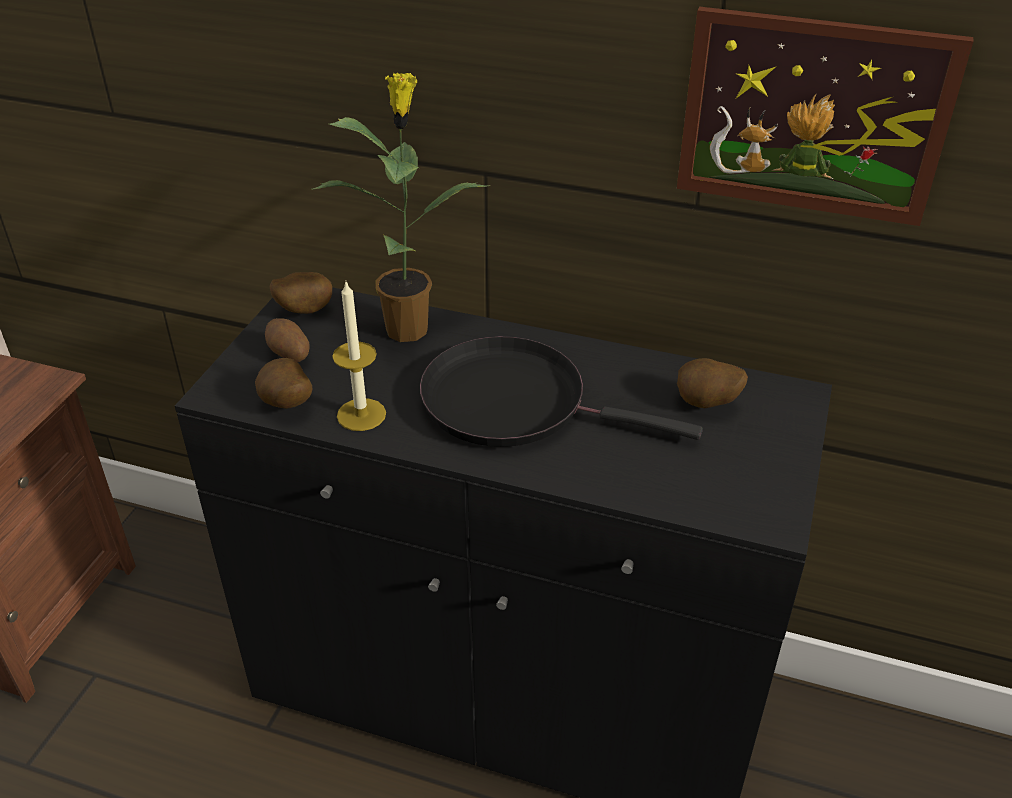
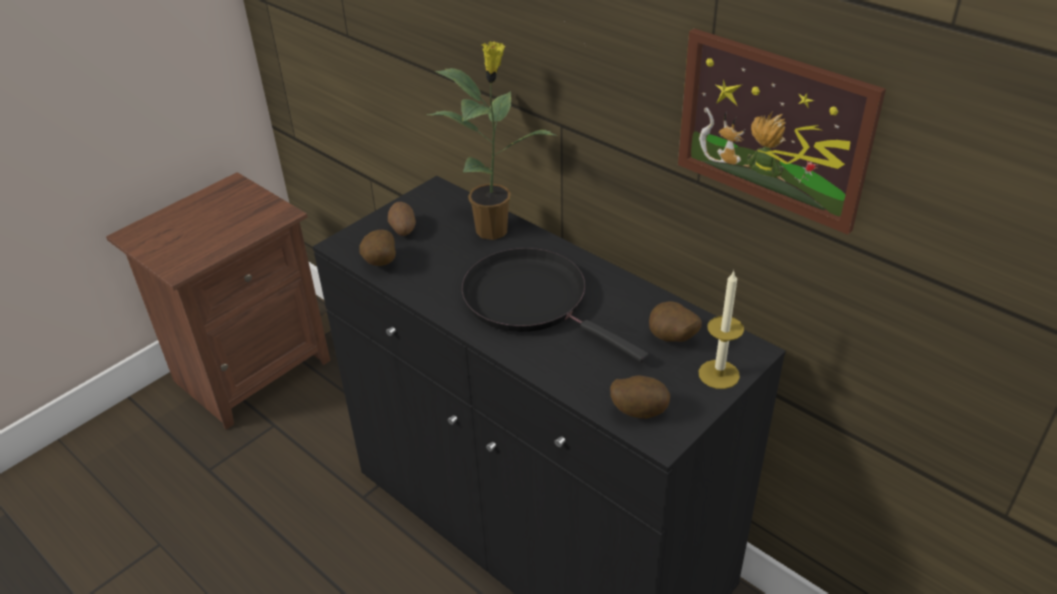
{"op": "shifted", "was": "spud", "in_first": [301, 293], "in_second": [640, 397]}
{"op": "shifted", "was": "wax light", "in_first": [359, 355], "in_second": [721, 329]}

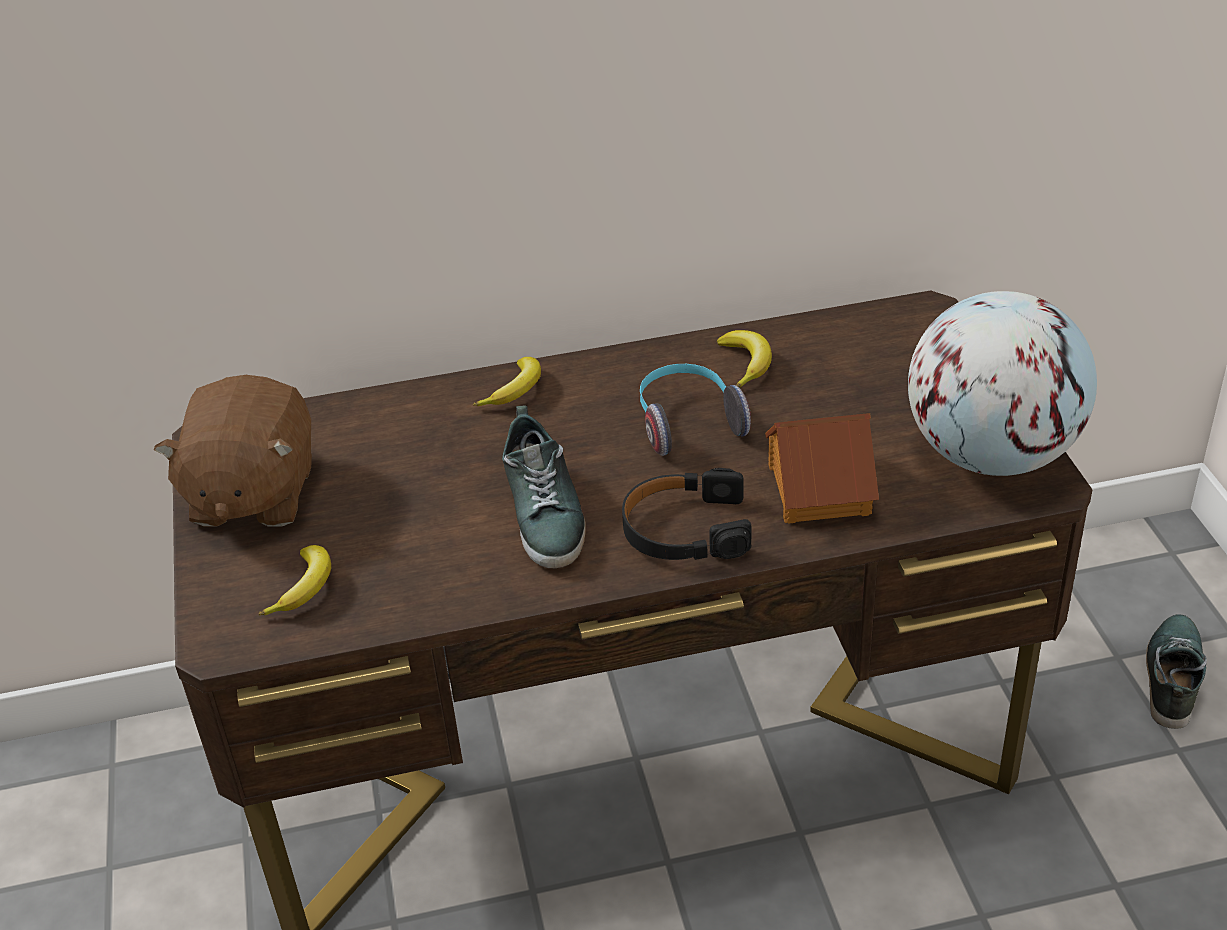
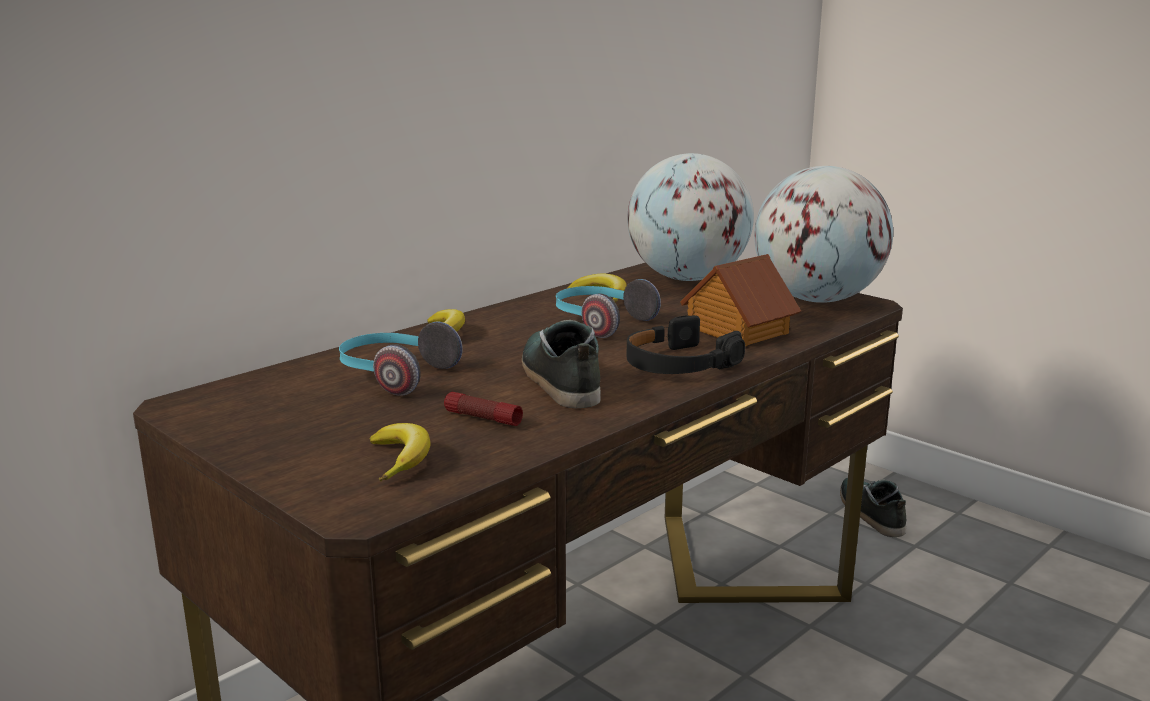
{"op": "new", "now": "pair of headphones", "in_second": [401, 359]}
{"op": "new", "now": "hand torch", "in_second": [483, 409]}
{"op": "rotated", "was": "shoe", "in_first": [544, 486], "in_second": [561, 364], "clockwise": -150}
{"op": "new", "now": "world globe", "in_second": [690, 217]}
{"op": "gone", "was": "brown plush toy", "in_first": [233, 450]}

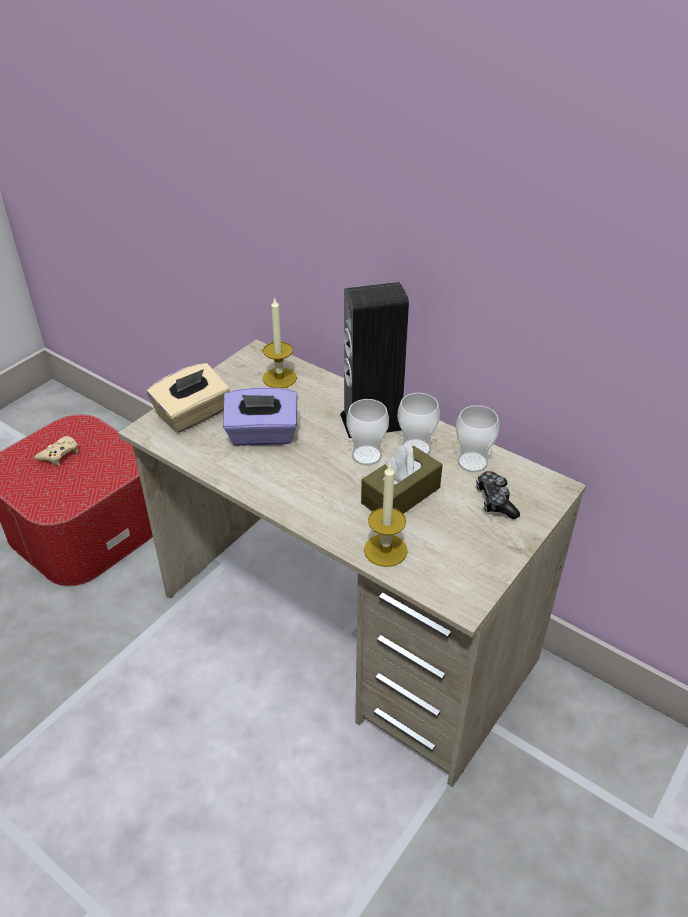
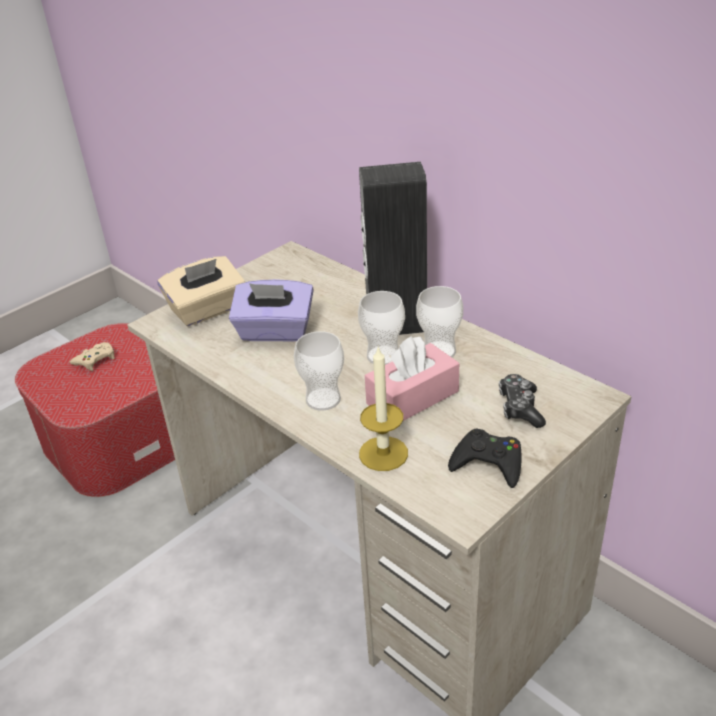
{"op": "shifted", "was": "small cup", "in_first": [477, 439], "in_second": [319, 371]}
{"op": "repainted", "was": "brown tissue holder", "now": "pinkish tissue holder", "in_first": [402, 478], "in_second": [412, 378]}
{"op": "new", "now": "black joypad", "in_second": [485, 458]}
{"op": "gone", "was": "wax light", "in_first": [279, 342]}

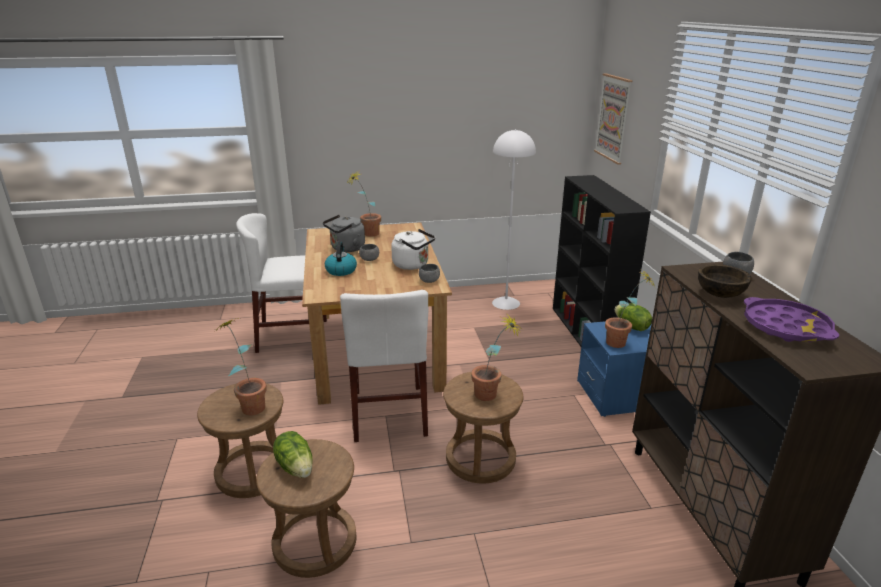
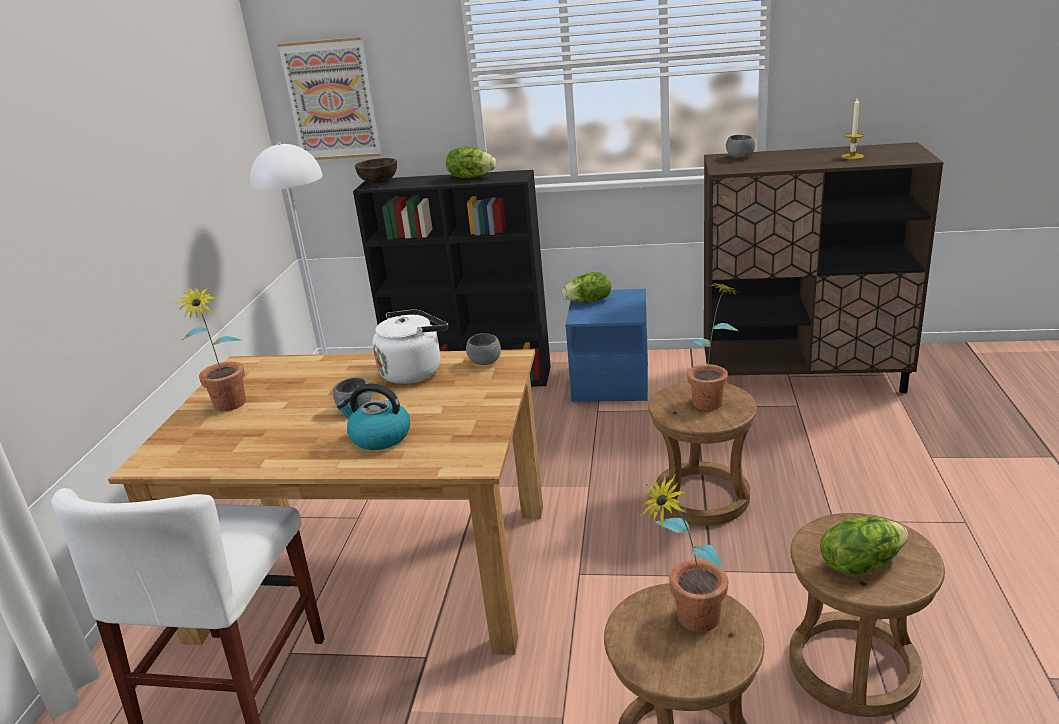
{"op": "shifted", "was": "brown serving bowl", "in_first": [725, 281], "in_second": [376, 170]}
{"op": "new", "now": "head of lettuce", "in_second": [471, 162]}
{"op": "swapped", "was": "purple-coloured tray", "now": "wax light", "in_first": [791, 319], "in_second": [852, 128]}
{"op": "gone", "was": "greyish tea kettle", "in_first": [344, 233]}
{"op": "gone", "was": "white plain chair", "in_first": [384, 366]}
{"op": "gone", "was": "plant in a pot", "in_first": [629, 309]}

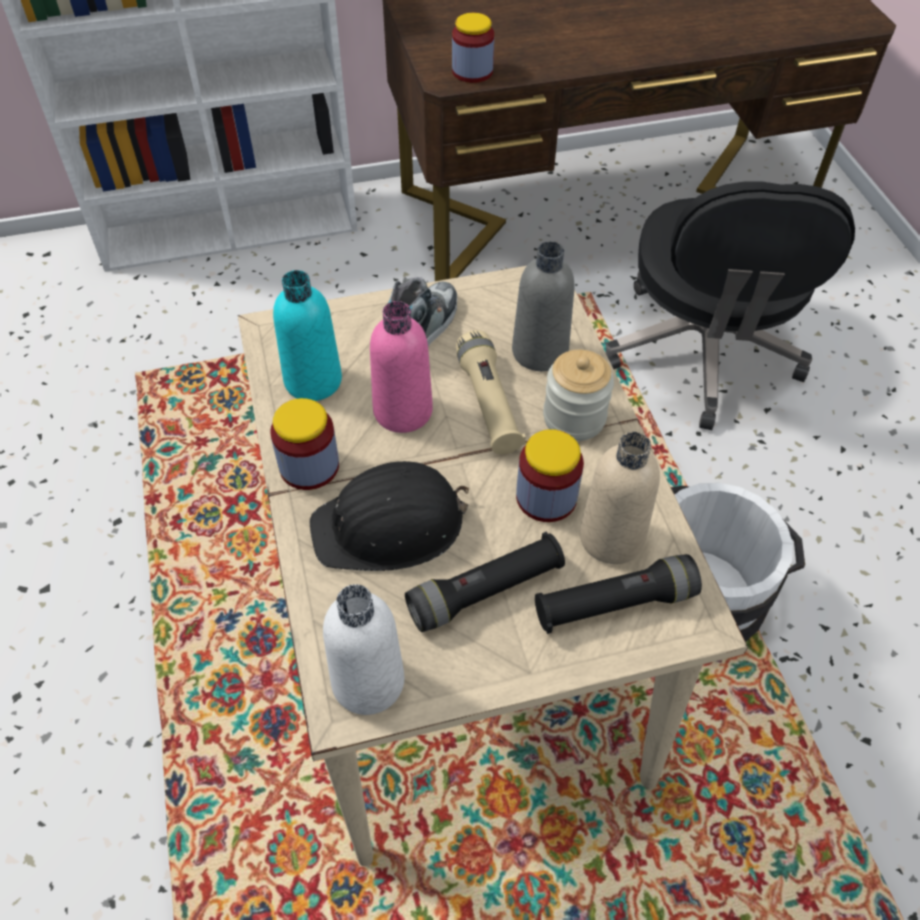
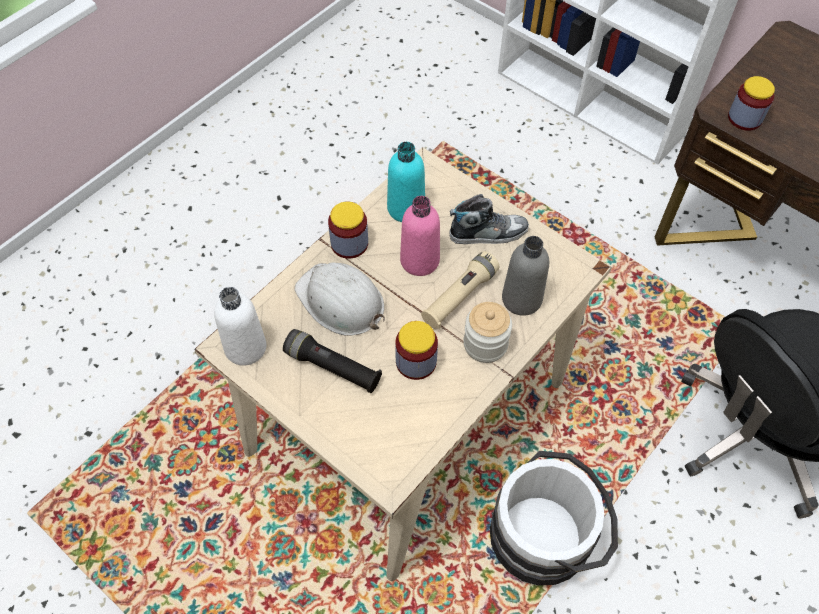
{"op": "repainted", "was": "black work helmet", "now": "white work helmet", "in_first": [389, 516], "in_second": [339, 299]}
{"op": "gone", "was": "black hand torch", "in_first": [618, 594]}
{"op": "gone", "was": "beige bottle", "in_first": [620, 498]}

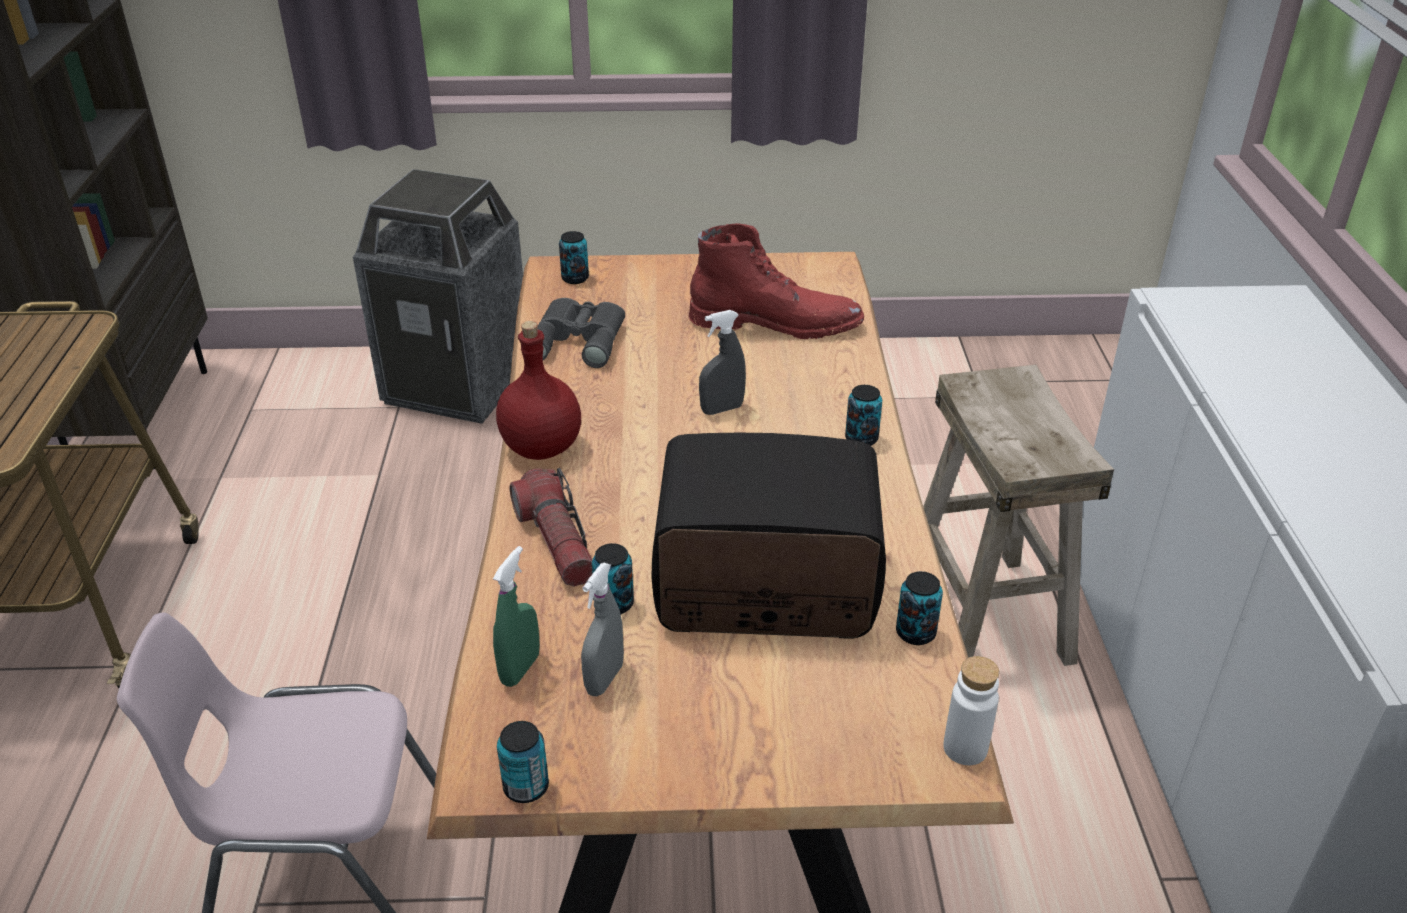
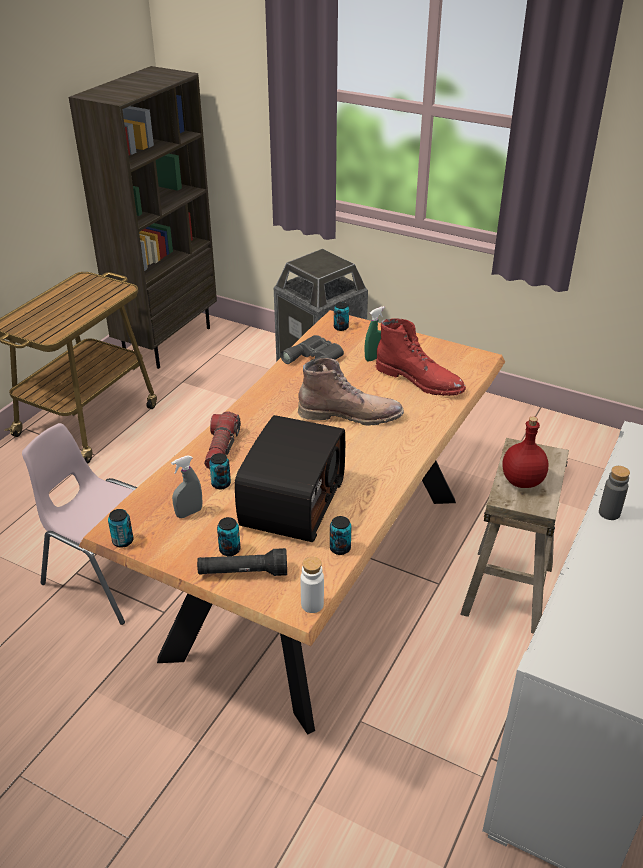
{"op": "new", "now": "black hand torch", "in_second": [242, 562]}
{"op": "shifted", "was": "metal can", "in_first": [863, 415], "in_second": [229, 536]}
{"op": "rotated", "was": "radio", "in_first": [769, 536], "in_second": [290, 478], "clockwise": 75}
{"op": "swapped", "was": "greyish sprayer", "now": "brown tall boot", "in_first": [722, 362], "in_second": [351, 392]}
{"op": "shifted", "was": "greenish sprayer", "in_first": [516, 616], "in_second": [375, 333]}
{"op": "shifted", "was": "reddish bottle", "in_first": [538, 390], "in_second": [525, 452]}
{"op": "new", "now": "greyish bottle", "in_second": [614, 493]}

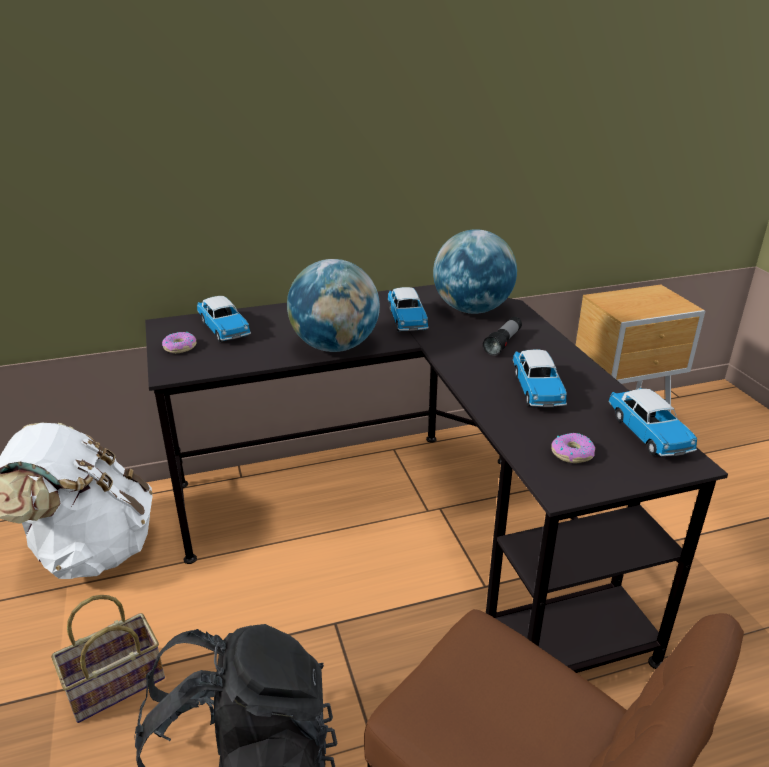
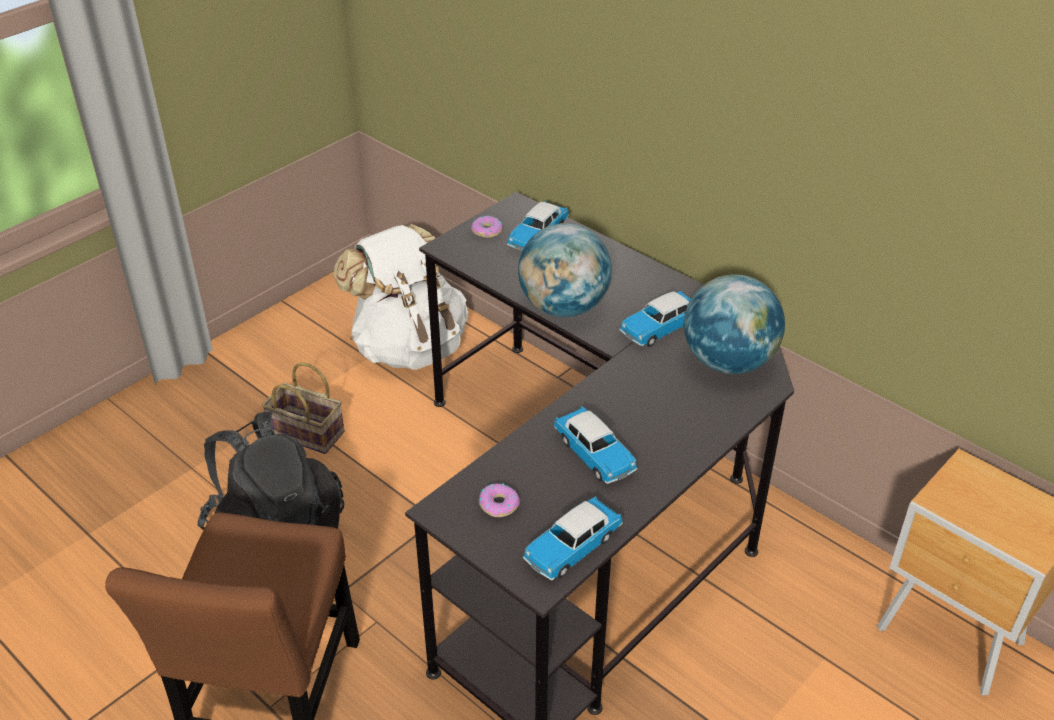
{"op": "rotated", "was": "model car", "in_first": [540, 378], "in_second": [595, 445], "clockwise": -90}
{"op": "gone", "was": "hand torch", "in_first": [502, 336]}

